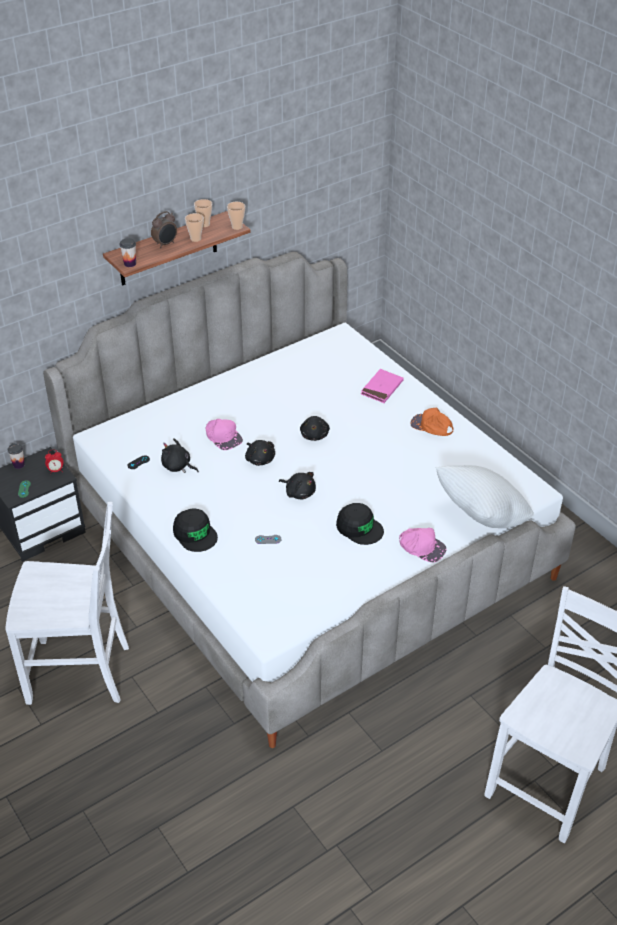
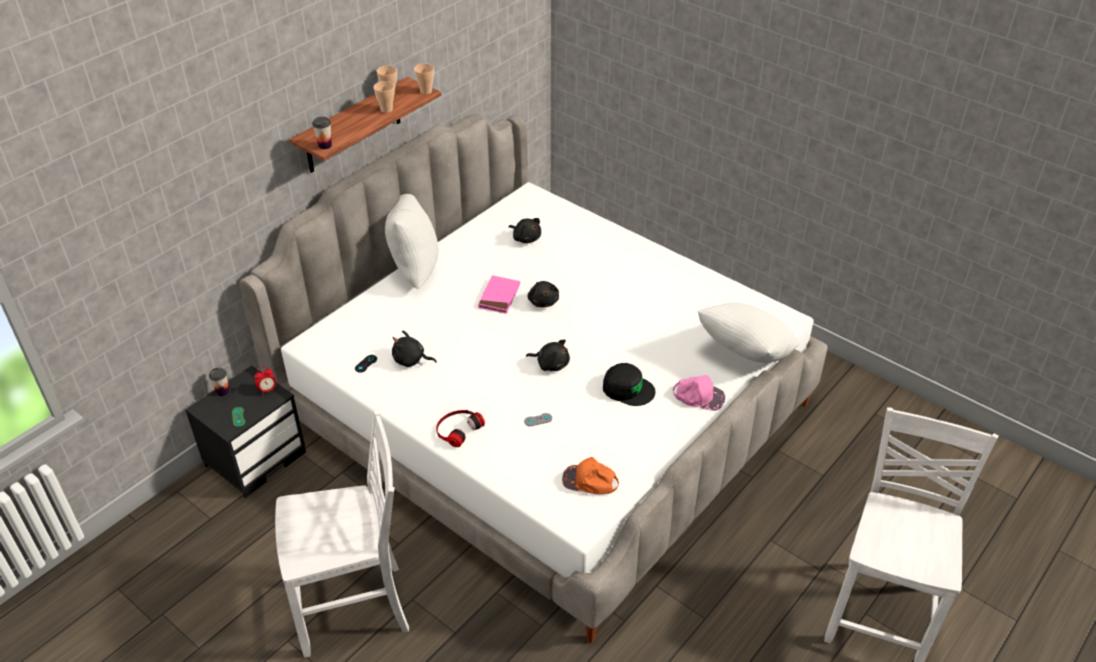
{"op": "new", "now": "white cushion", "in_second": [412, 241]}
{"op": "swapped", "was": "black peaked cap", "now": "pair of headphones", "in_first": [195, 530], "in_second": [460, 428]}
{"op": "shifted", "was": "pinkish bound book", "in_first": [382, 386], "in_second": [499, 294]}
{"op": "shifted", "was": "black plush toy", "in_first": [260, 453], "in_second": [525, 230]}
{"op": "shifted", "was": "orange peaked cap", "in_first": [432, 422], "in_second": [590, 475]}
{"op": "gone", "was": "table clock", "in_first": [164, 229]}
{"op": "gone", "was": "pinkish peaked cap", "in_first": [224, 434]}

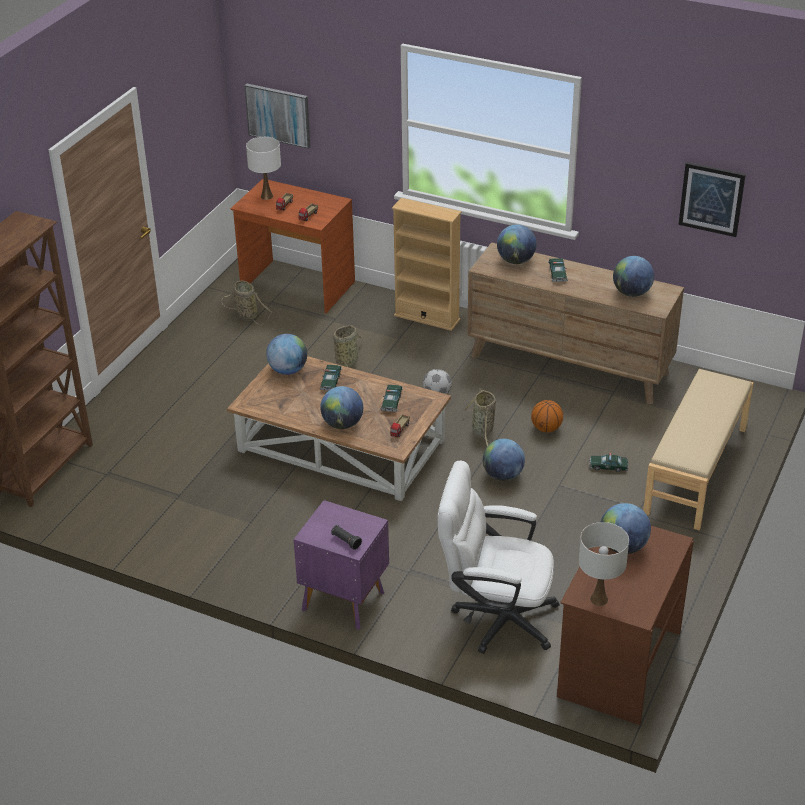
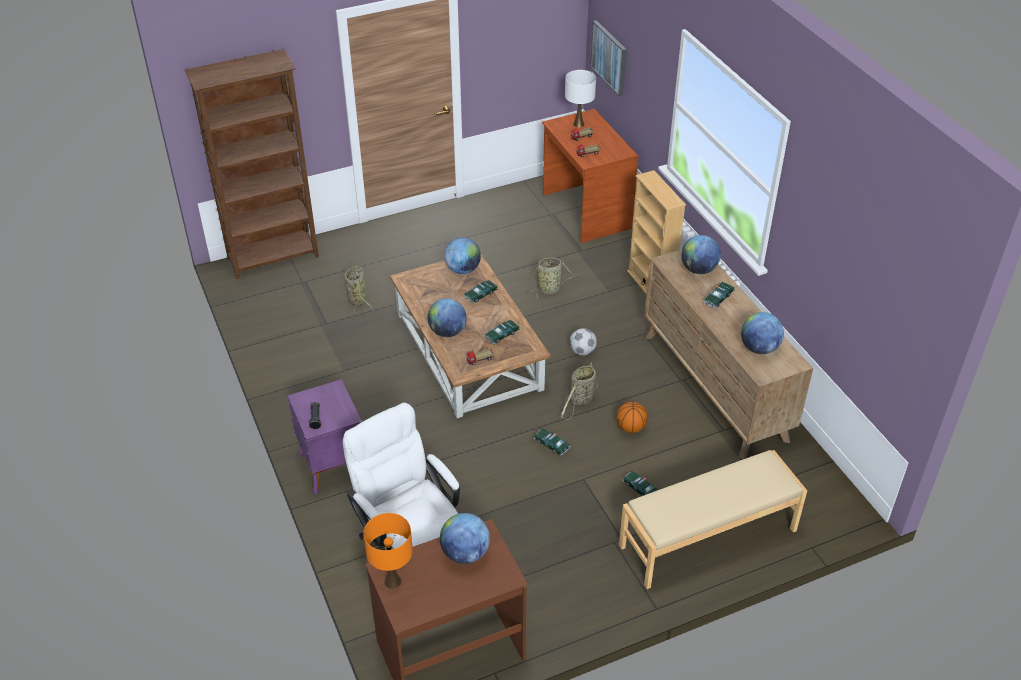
{"op": "shifted", "was": "basket", "in_first": [247, 302], "in_second": [358, 290]}
{"op": "repainted", "was": "white lamp for a table", "now": "orange lamp for a table", "in_first": [604, 564], "in_second": [388, 551]}
{"op": "swapped", "was": "world globe", "now": "model car", "in_first": [504, 460], "in_second": [552, 442]}
{"op": "gone", "was": "wall art", "in_first": [712, 199]}

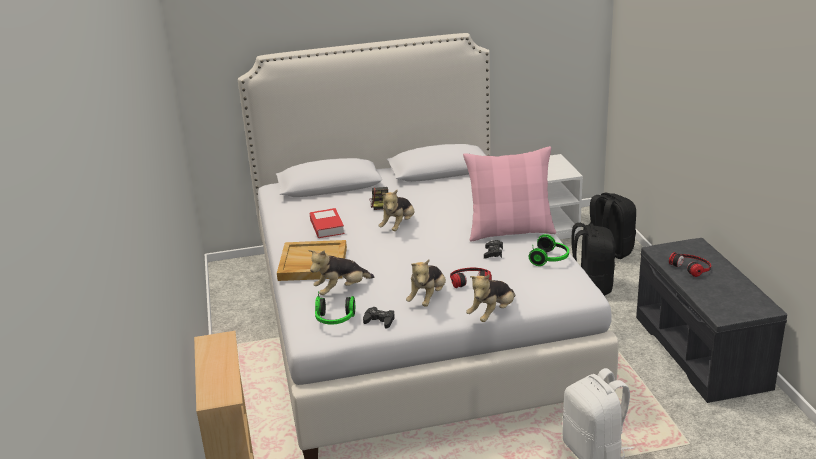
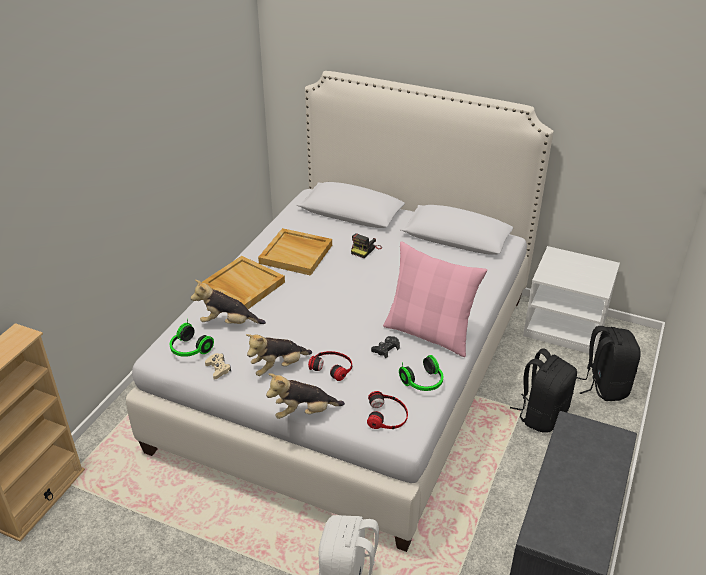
{"op": "repainted", "was": "black joypad", "now": "beige joypad", "in_first": [379, 318], "in_second": [218, 366]}
{"op": "swapped", "was": "bound book", "now": "beige tray", "in_first": [327, 223], "in_second": [295, 252]}
{"op": "shifted", "was": "pair of headphones", "in_first": [690, 264], "in_second": [387, 410]}
{"op": "gone", "was": "plush toy", "in_first": [397, 210]}

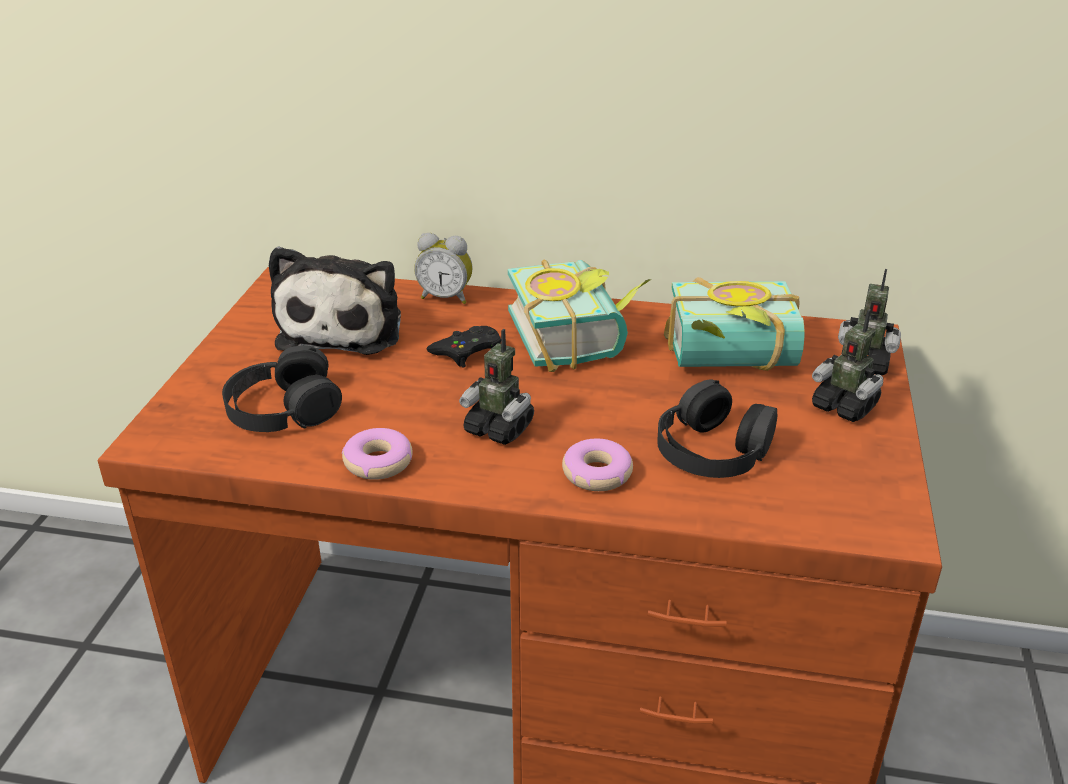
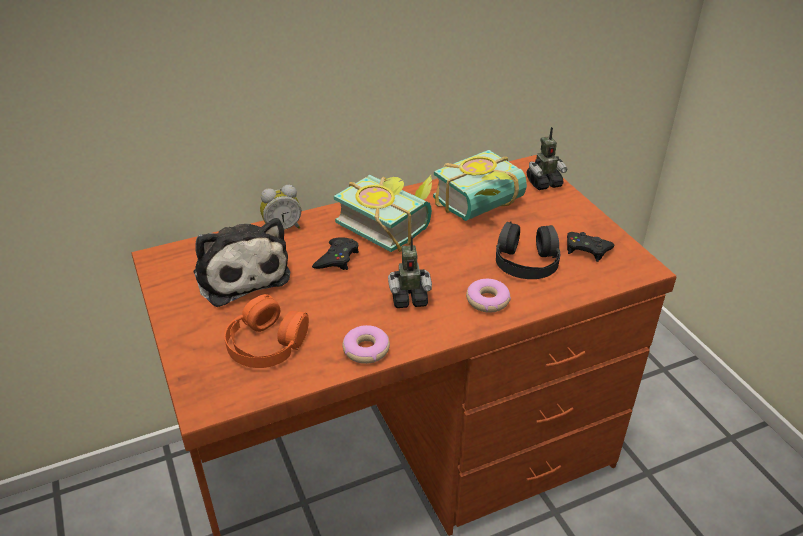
{"op": "repainted", "was": "black pair of headphones", "now": "orange pair of headphones", "in_first": [282, 388], "in_second": [266, 331]}
{"op": "new", "now": "black joypad", "in_second": [591, 247]}
{"op": "gone", "was": "model robot", "in_first": [847, 365]}

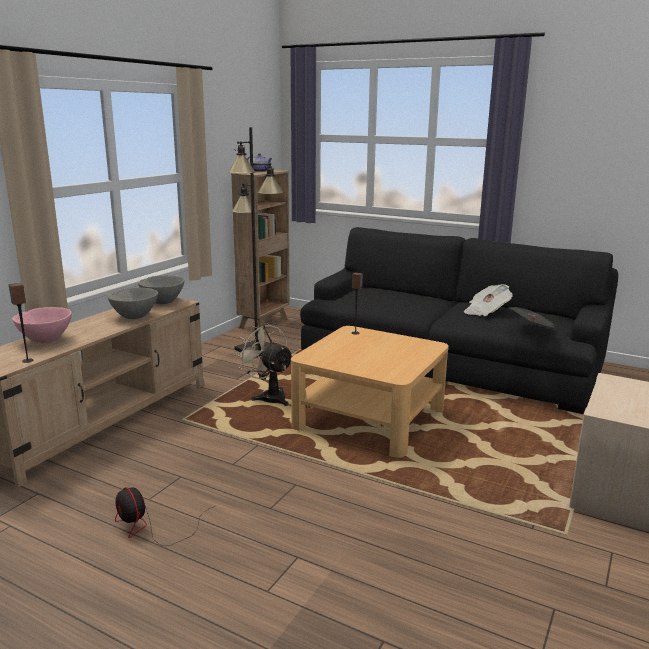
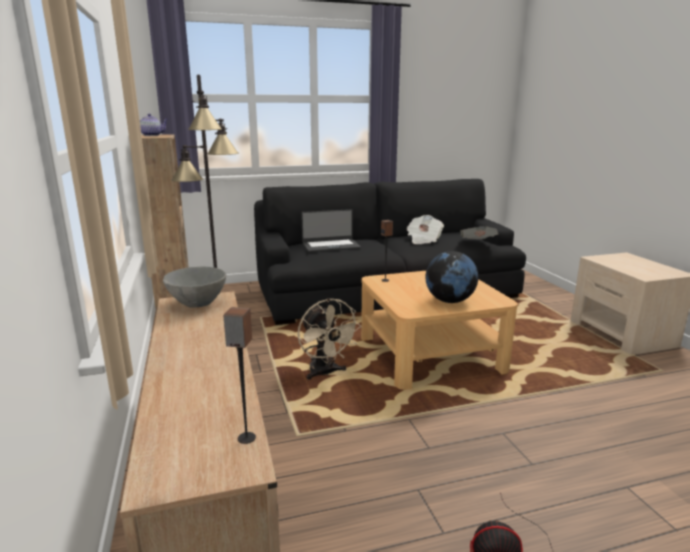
{"op": "rotated", "was": "beige fan", "in_first": [264, 364], "in_second": [329, 339], "clockwise": -120}
{"op": "new", "now": "laptop", "in_second": [331, 230]}
{"op": "new", "now": "world globe", "in_second": [452, 277]}
{"op": "gone", "was": "pinkish serving bowl", "in_first": [42, 325]}
{"op": "gone", "was": "greyish serving bowl", "in_first": [132, 303]}

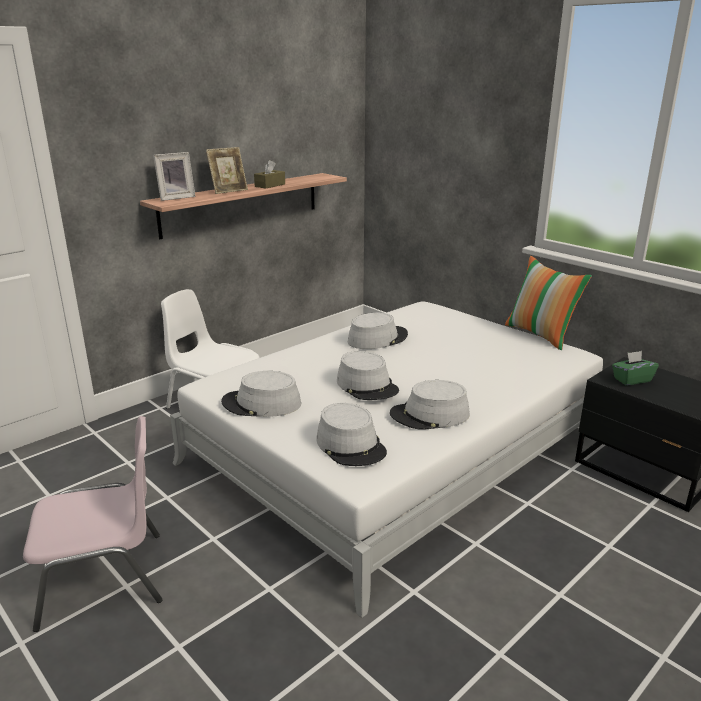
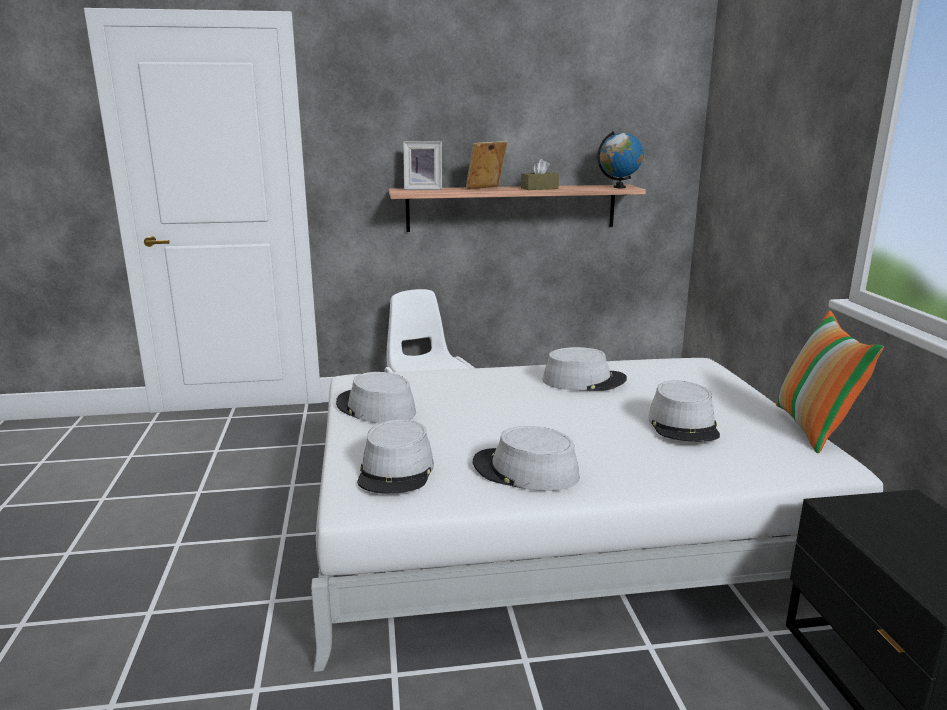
{"op": "rotated", "was": "photo frame", "in_first": [227, 170], "in_second": [486, 165], "clockwise": 150}
{"op": "new", "now": "world globe", "in_second": [620, 159]}
{"op": "shifted", "was": "greyish hat", "in_first": [368, 375], "in_second": [684, 411]}
{"op": "gone", "was": "pinkish plain chair", "in_first": [93, 524]}
{"op": "gone", "was": "greenish tissue holder", "in_first": [635, 368]}

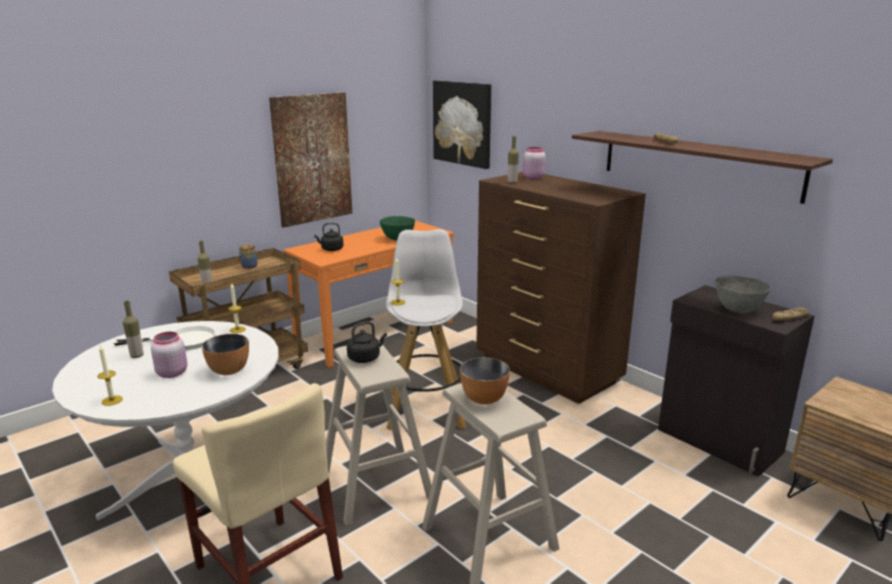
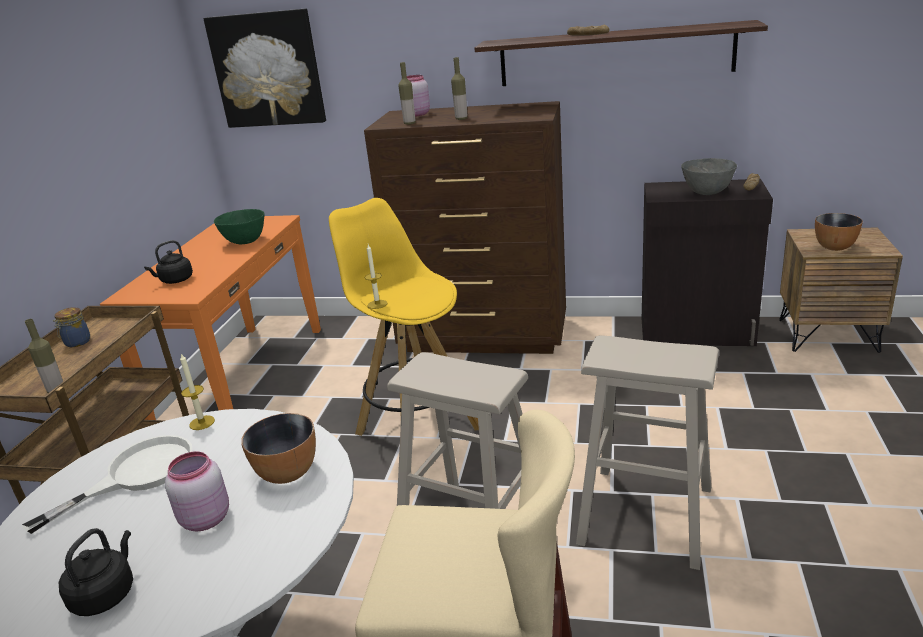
{"op": "shifted", "was": "black tea kettle", "in_first": [367, 342], "in_second": [95, 572]}
{"op": "repainted", "was": "white stool", "now": "yellow-coloured stool", "in_first": [426, 329], "in_second": [404, 317]}
{"op": "shifted", "was": "bottle", "in_first": [133, 329], "in_second": [459, 88]}
{"op": "shifted", "was": "serving bowl", "in_first": [485, 381], "in_second": [839, 232]}
{"op": "gone", "was": "wax light", "in_first": [110, 375]}
{"op": "gone", "was": "wall art", "in_first": [310, 160]}

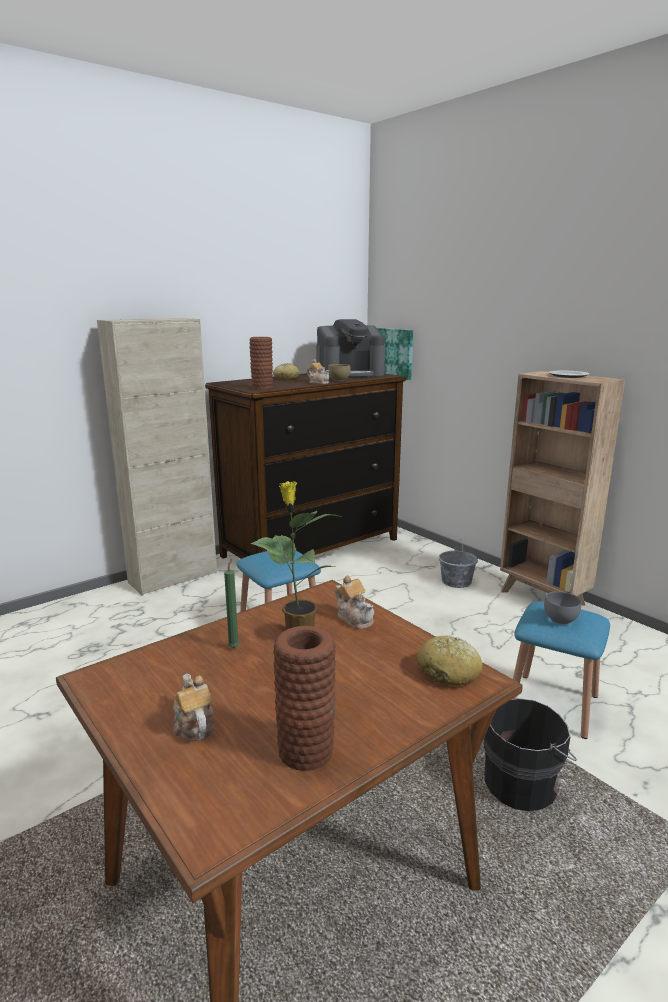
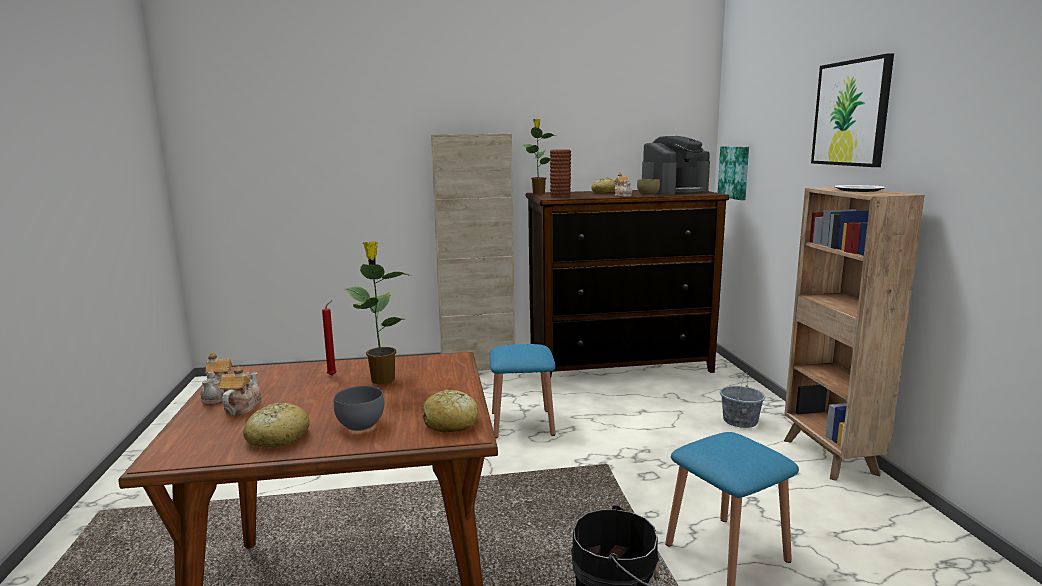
{"op": "shifted", "was": "pot for tea", "in_first": [354, 602], "in_second": [216, 378]}
{"op": "swapped", "was": "brown vase", "now": "baked bread", "in_first": [304, 698], "in_second": [276, 425]}
{"op": "repainted", "was": "greenish wax light", "now": "reddish wax light", "in_first": [231, 603], "in_second": [329, 338]}
{"op": "shifted", "was": "greyish serving bowl", "in_first": [562, 608], "in_second": [359, 408]}
{"op": "new", "now": "plant in a pot", "in_second": [539, 156]}
{"op": "rotated", "was": "coffee machine", "in_first": [350, 348], "in_second": [676, 165], "clockwise": -45}
{"op": "new", "now": "wall art", "in_second": [852, 110]}

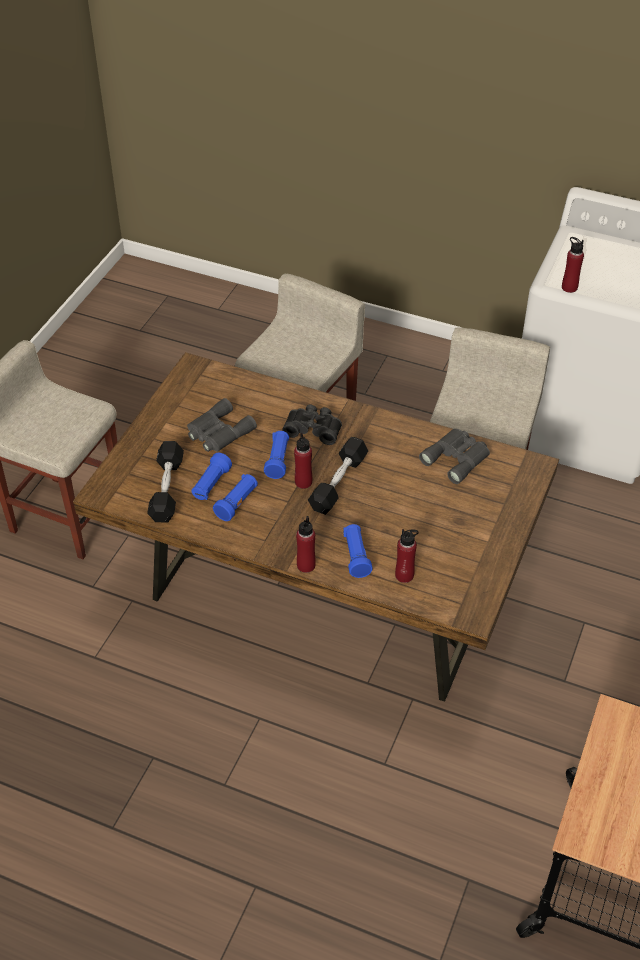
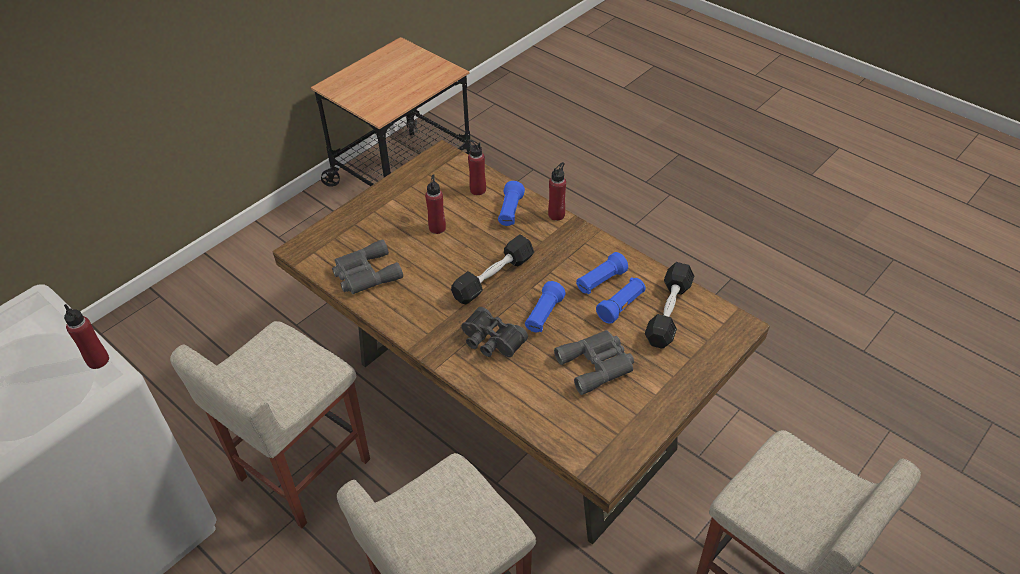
{"op": "shifted", "was": "reddish bottle", "in_first": [303, 461], "in_second": [435, 204]}

